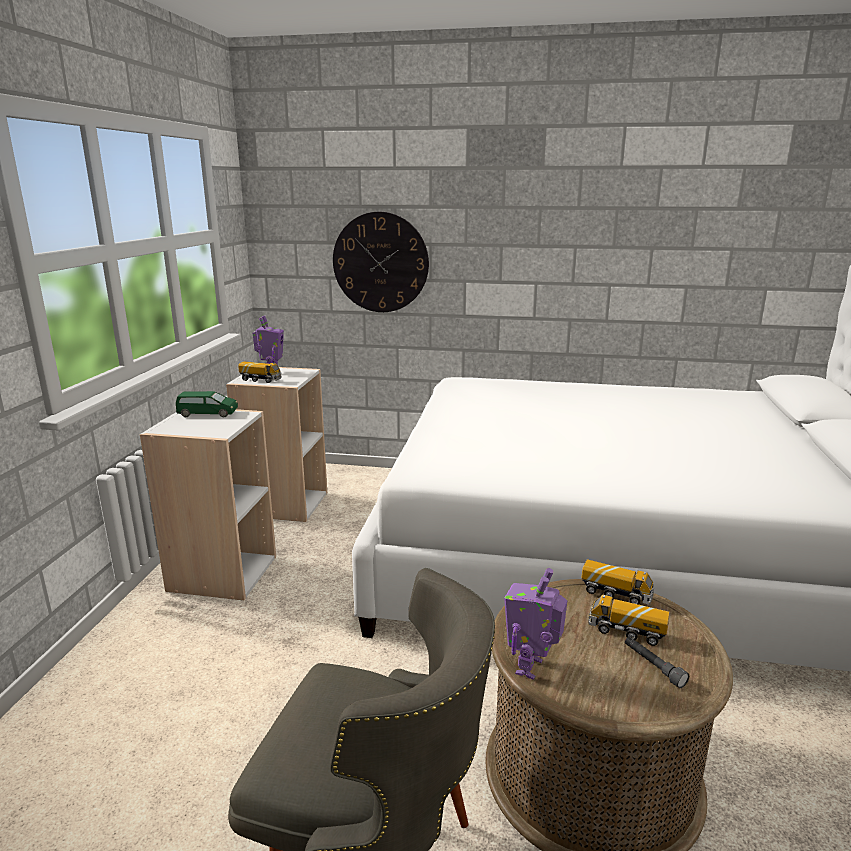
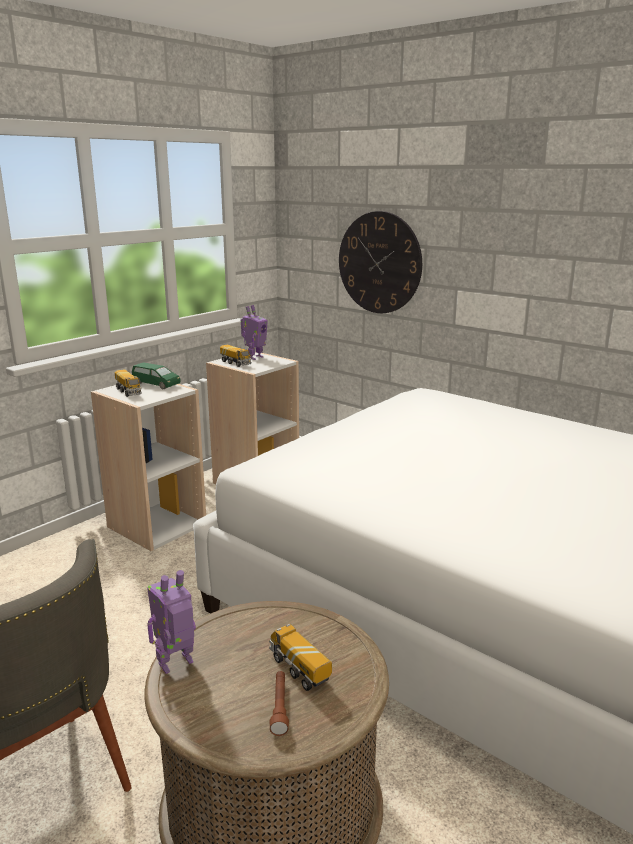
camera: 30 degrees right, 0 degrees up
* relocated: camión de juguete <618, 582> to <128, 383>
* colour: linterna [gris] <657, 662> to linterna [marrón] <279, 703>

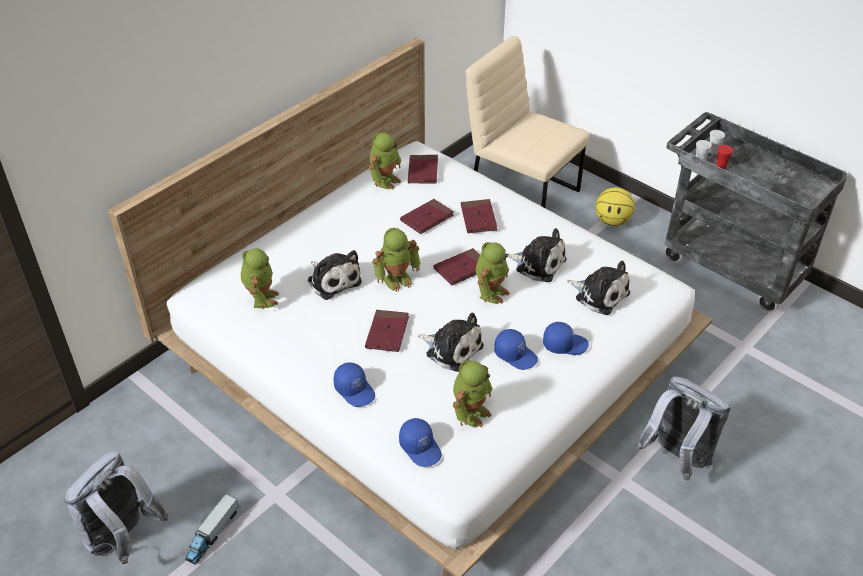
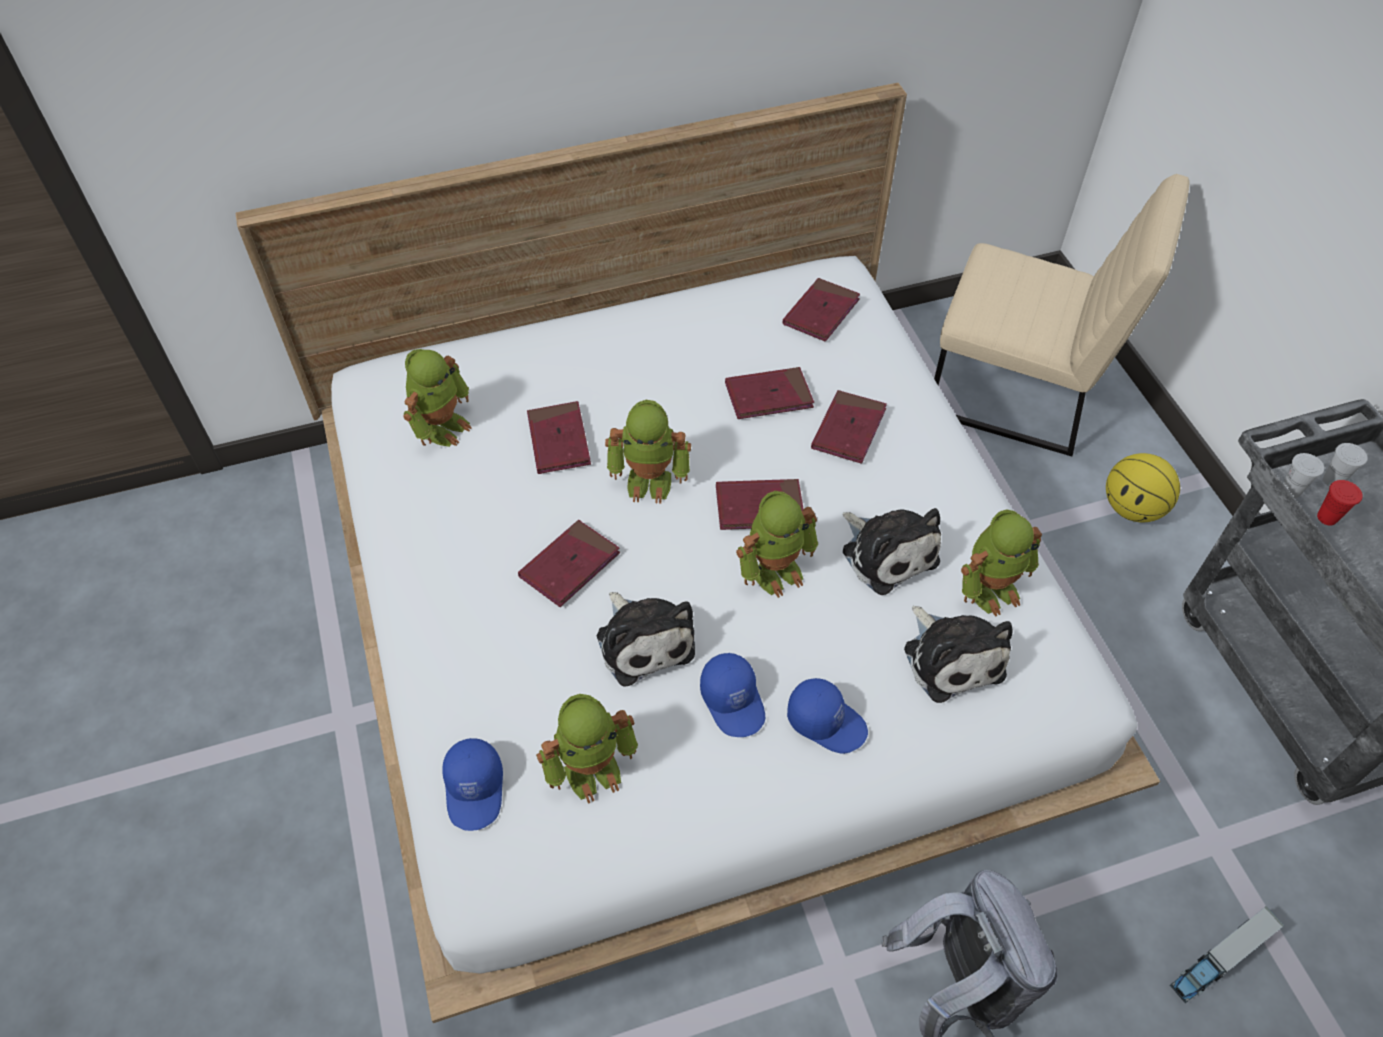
camera: 30 degrees right, 10 degrees up
* missing: mochila [gris] <116, 507>
* relocated: camión de juguete <212, 528> to <1227, 954>
* exchanged: peluche <335, 275> to libro [rojo] <559, 437>
* missing: gorra [azul] <354, 384>
* relocated: robot de juguete <385, 161> to <1001, 563>
* spun: silla [beis] <528, 122> = <1062, 315> 135 degrees clockwise

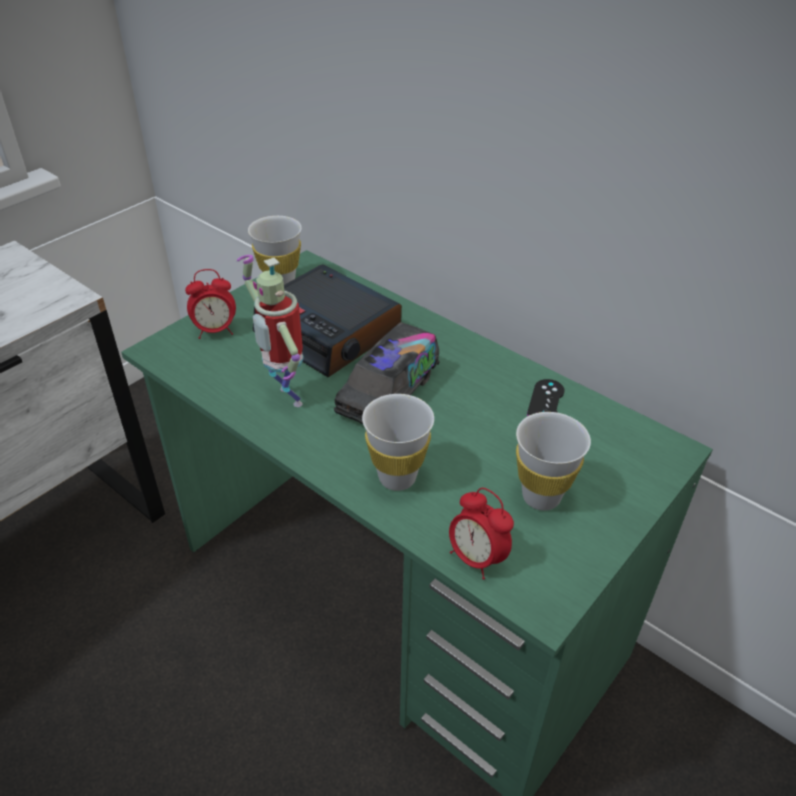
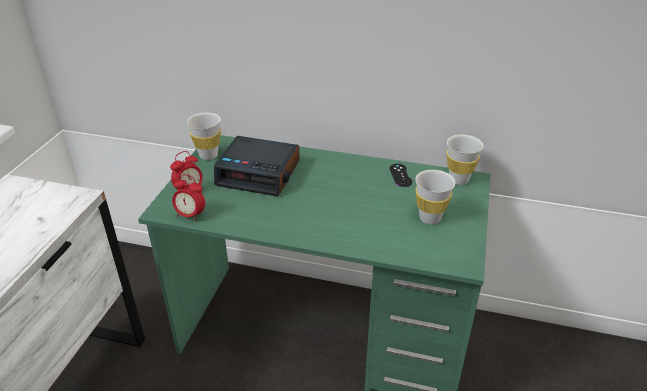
camera: 25 degrees left, 5 degrees down
* missing: robot de juguete <270, 331>
* missing: camión de juguete <386, 373>
* relocated: taza [blanco] <398, 442> to <465, 160>
* relocated: despertador <481, 534> to <188, 198>

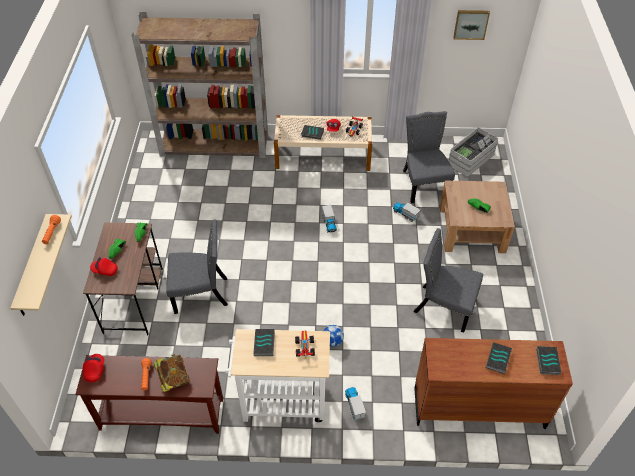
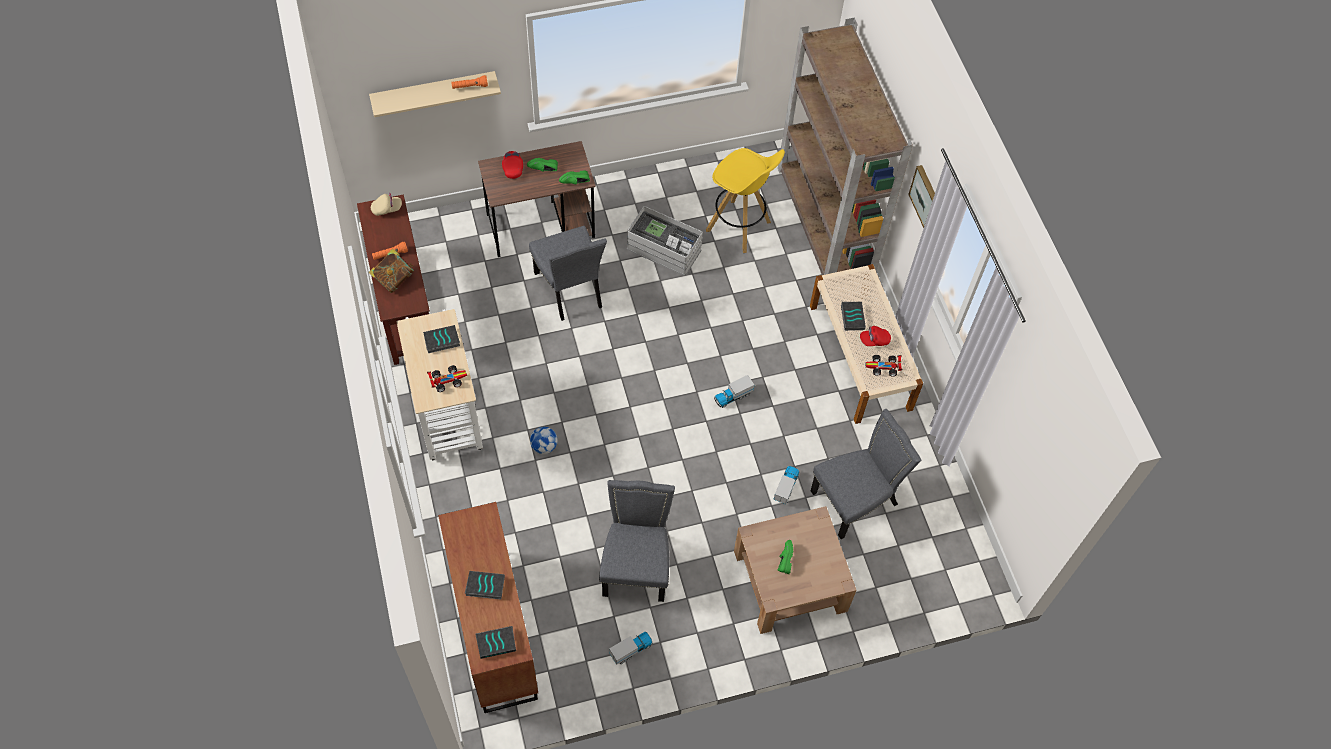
camera: 70 degrees right, 10 degrees up
* colour: gorra [rojo] <93, 368> to gorra [beis] <386, 204>
* relocated: camión de juguete <355, 403> to <630, 648>
* relocated: caja de almacenaje [gris] <473, 152> to <665, 241>
* relocated: cuadro <471, 25> to <921, 196>
* appeared: taburete [amarillo] <745, 200>

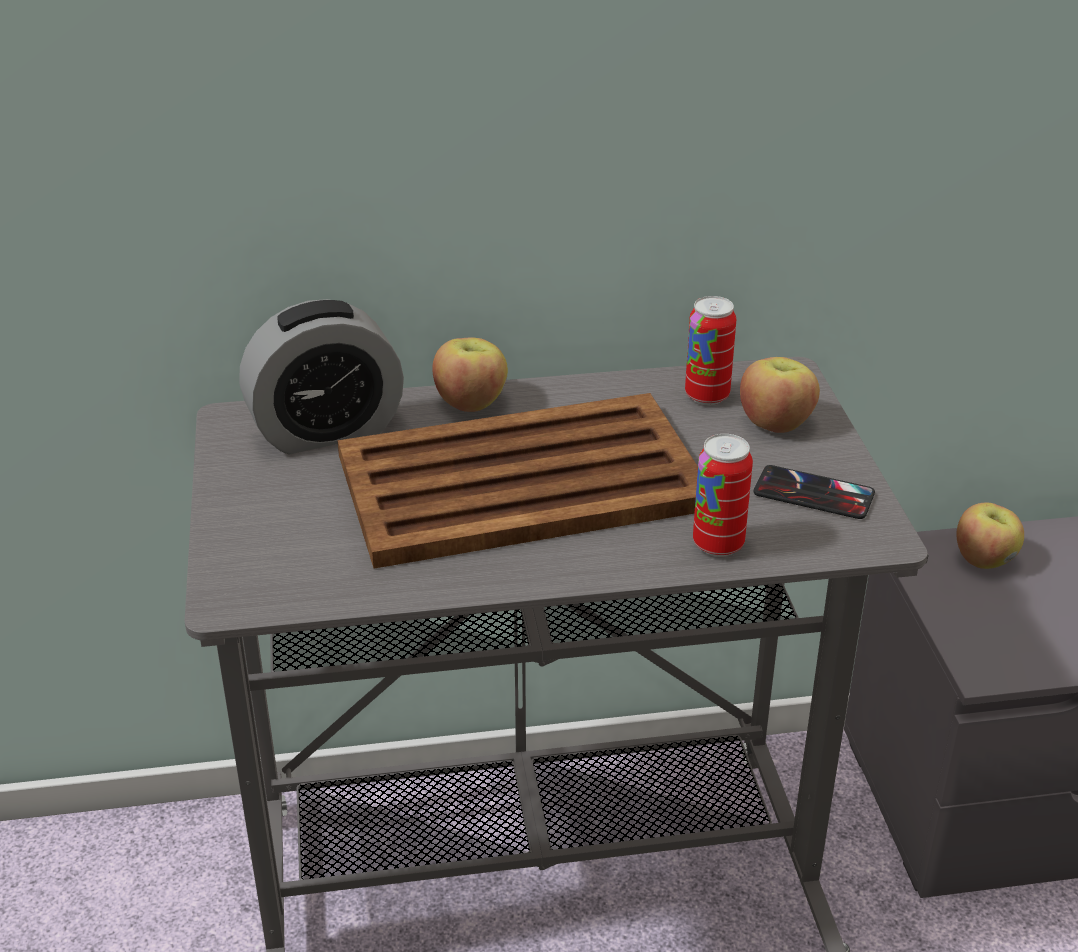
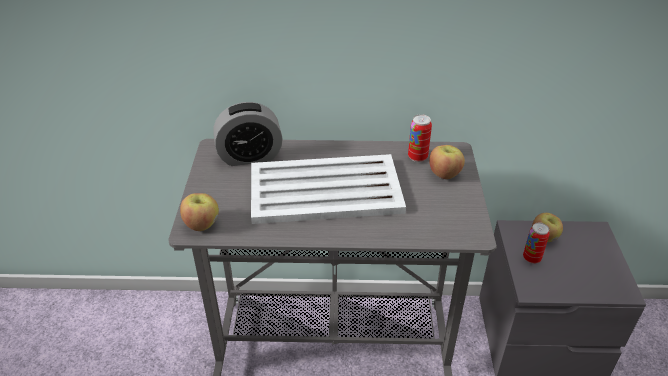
camera: 10 degrees right, 5 degrees up
* colour: bandeja [marrón] <517, 481> to bandeja [blanco] <328, 189>
* relocated: manzana <470, 374> to <199, 212>
* relocated: lata <723, 495> to <536, 243>
* missing: móvil <814, 492>

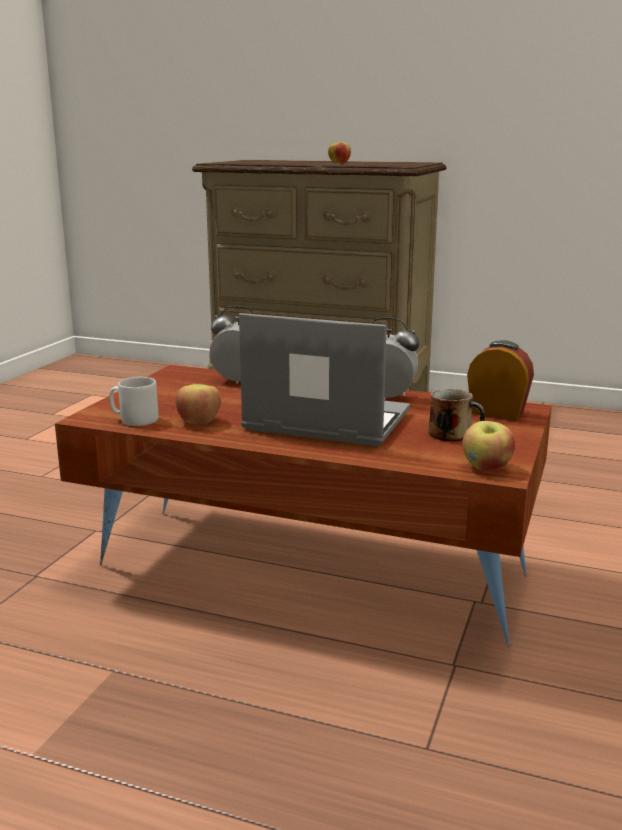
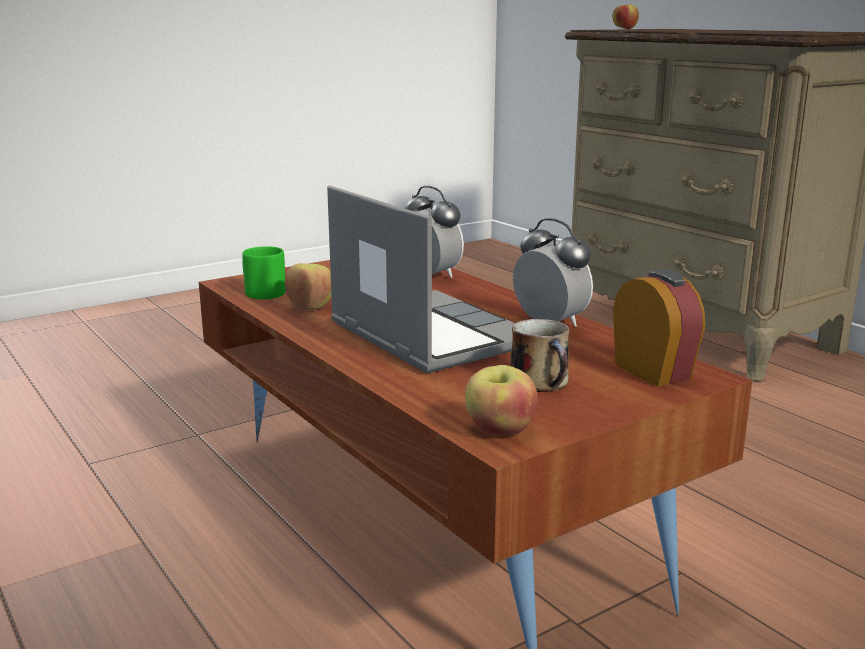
camera: 35 degrees right, 0 degrees up
* colour: taza grande [gris] <133, 401> to taza grande [verde] <264, 272>
* relocated: manzana <339, 152> to <625, 16>

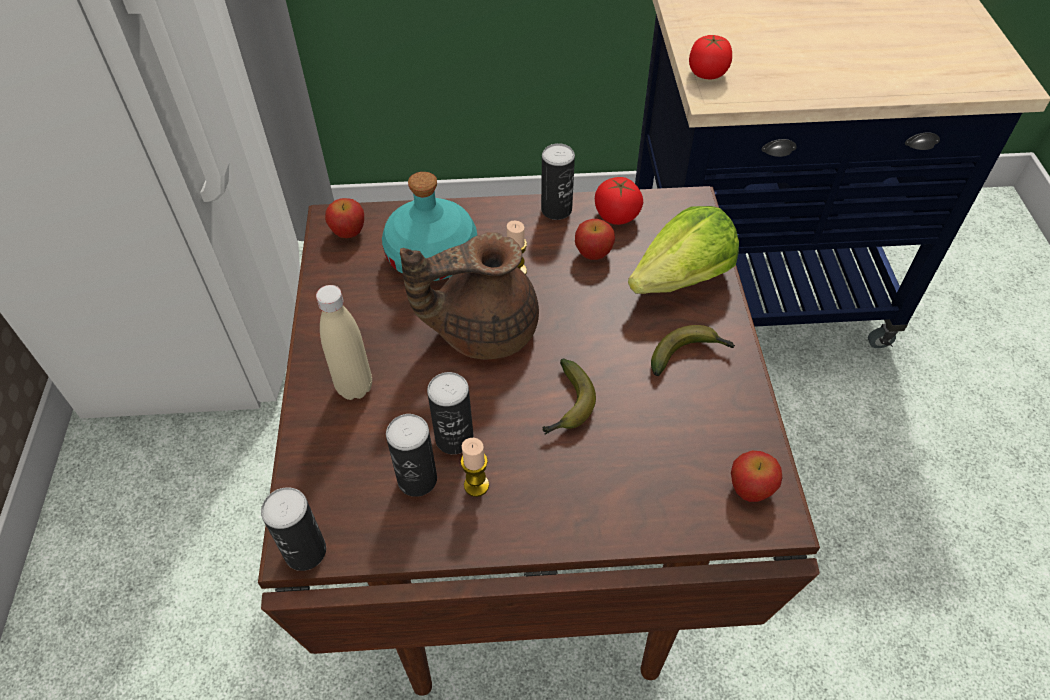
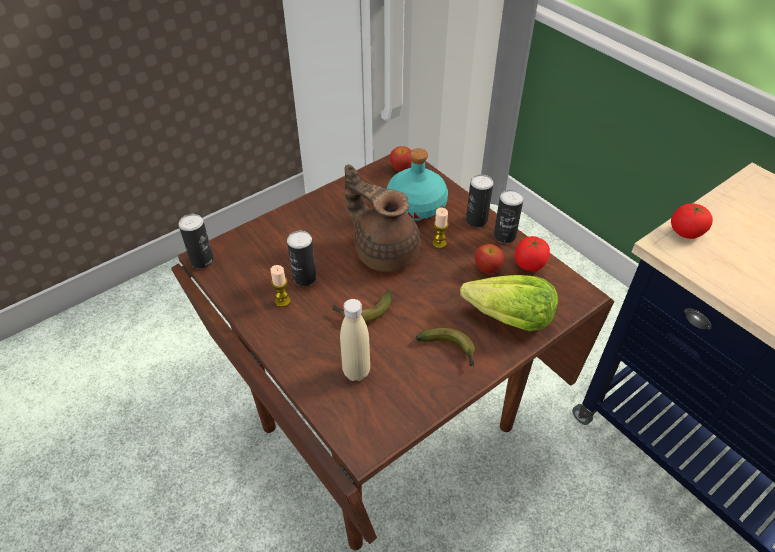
camera: 55 degrees right, 5 degrees down
* relocated: botella [beis] <344, 342> to <355, 340>
* relocated: lata <411, 455> to <479, 200>
* missing: manzana <756, 476>

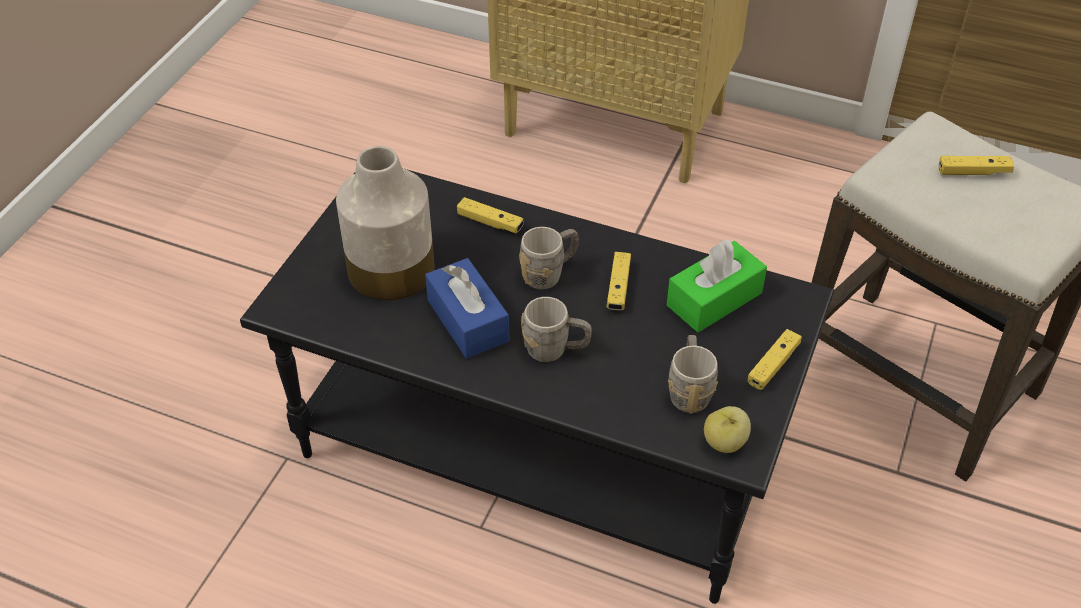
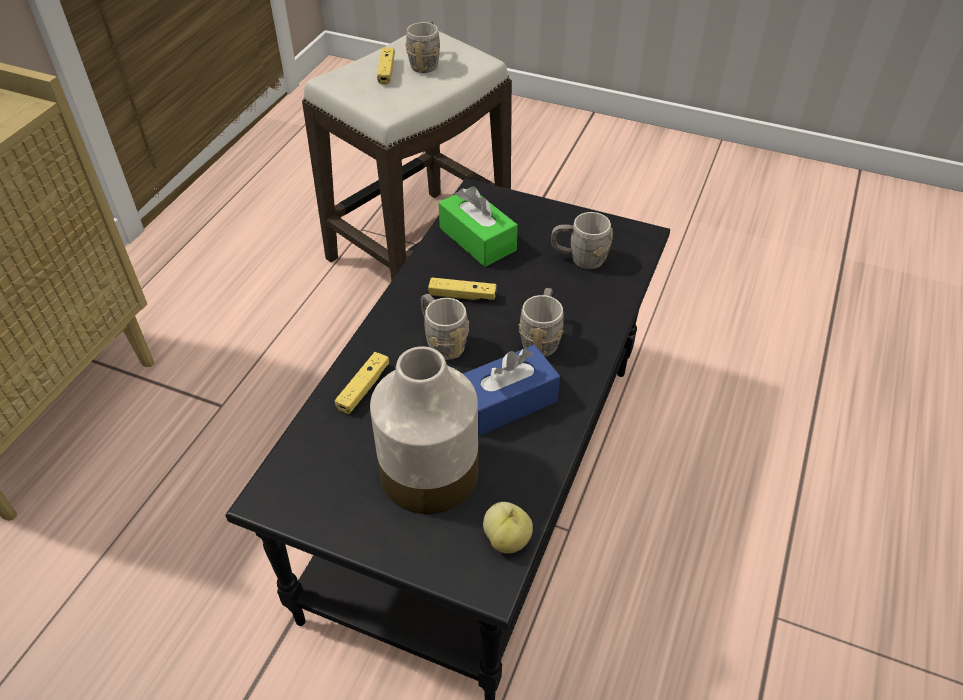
camera: 90 degrees left, 0 degrees up
* relocated: manzana <727, 429> to <508, 528>
* missing: mando de consola [amarillo] <775, 359>
* appeared: taza grande [gris] <422, 47>

